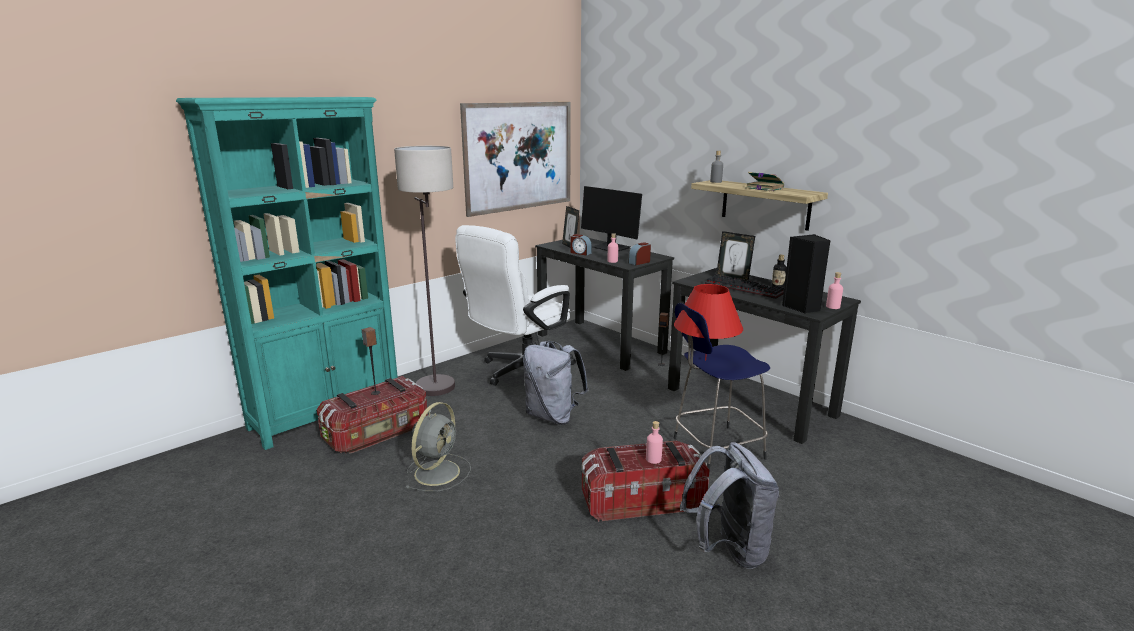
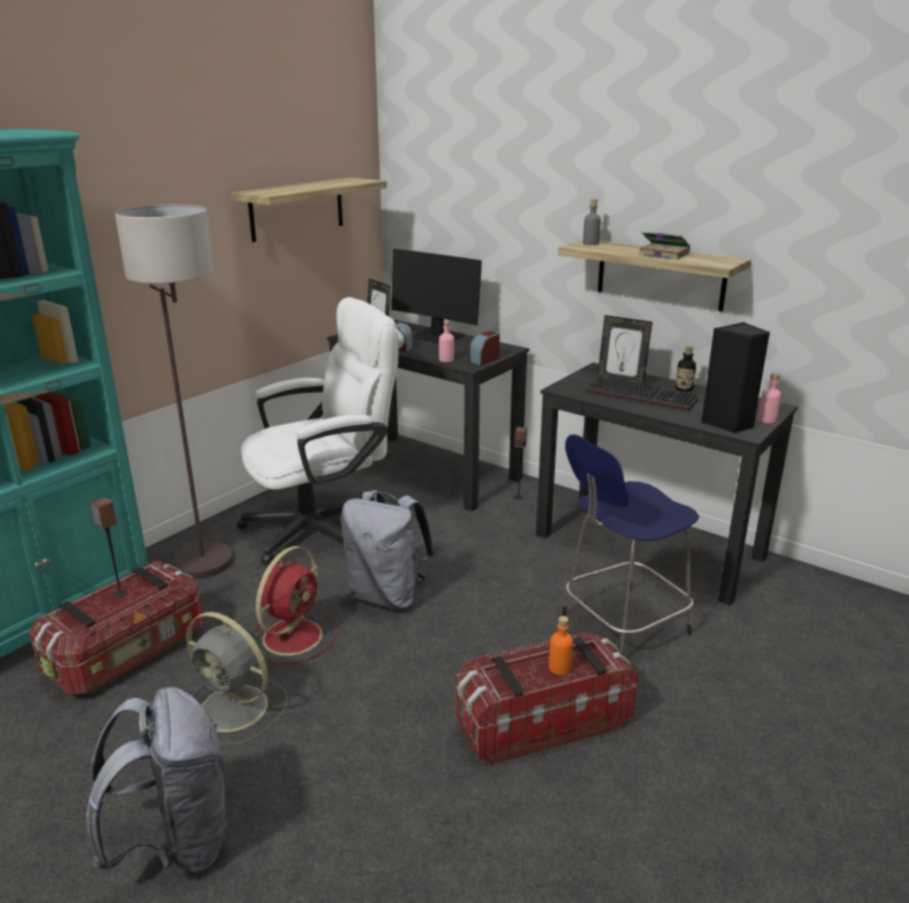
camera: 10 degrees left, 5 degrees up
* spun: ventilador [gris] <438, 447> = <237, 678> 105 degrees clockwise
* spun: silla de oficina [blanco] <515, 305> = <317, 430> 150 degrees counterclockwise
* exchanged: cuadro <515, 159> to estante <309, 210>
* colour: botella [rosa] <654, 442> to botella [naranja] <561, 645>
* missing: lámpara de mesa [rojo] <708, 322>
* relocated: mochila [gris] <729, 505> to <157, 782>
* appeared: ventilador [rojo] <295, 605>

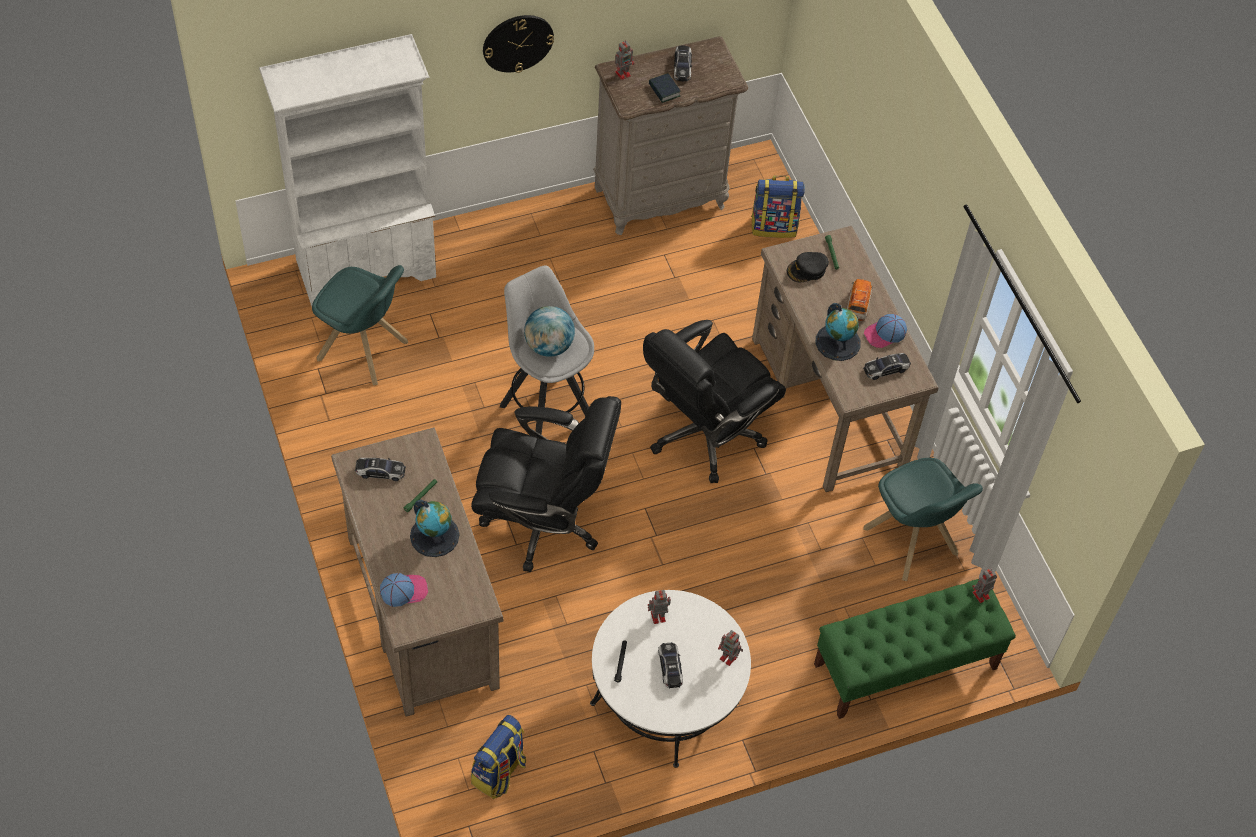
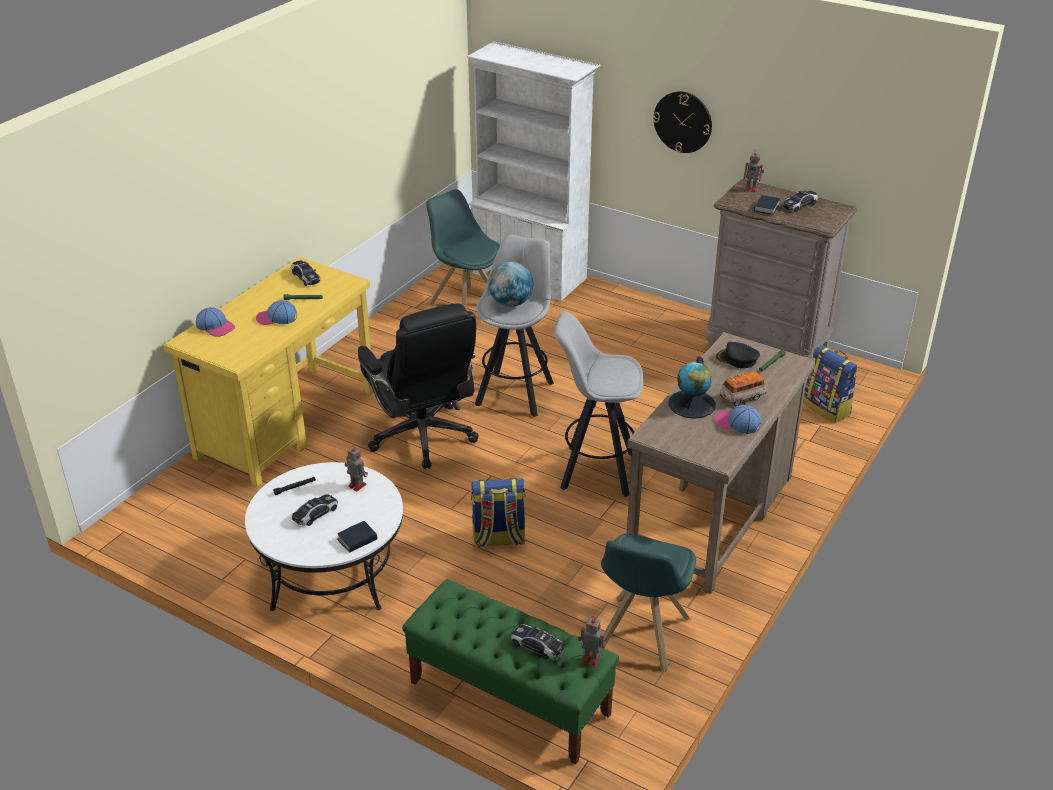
camera: 55 degrees right, 20 degrees down
* spun: silla [turquesa] <360, 325> = <463, 249> 150 degrees clockwise
* colour: escritorio [marrón] <417, 572> to escritorio [amarillo] <268, 372>
* exchanged: globo terráqueo <434, 528> to gorra <276, 312>
* relocated: mochila <498, 757> to <498, 513>
* exchanged: silla de oficina [negro] <714, 401> to taburete [gris] <598, 404>
* exchanged: robot de juguete <730, 648> to libro <357, 537>
* relocated: coche de juguete <887, 366> to <537, 641>

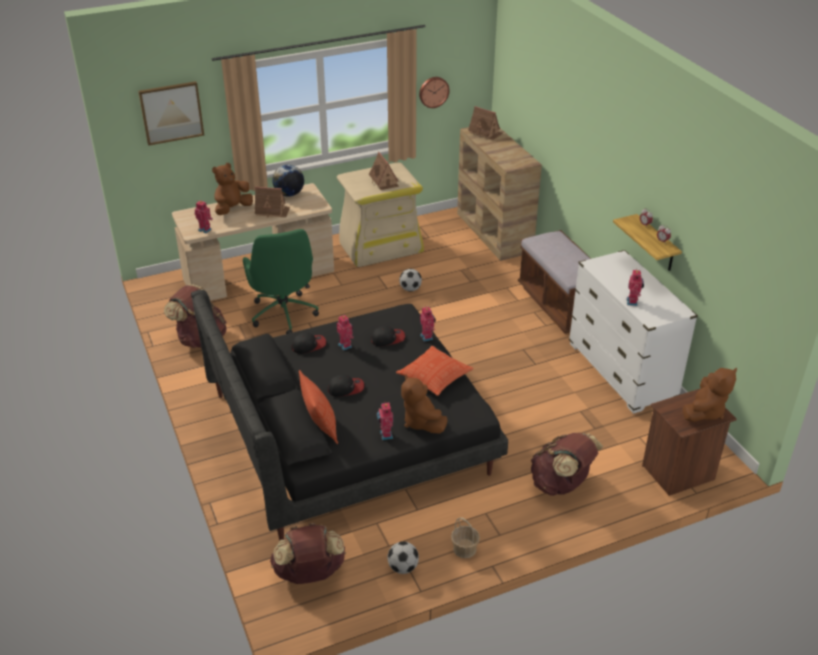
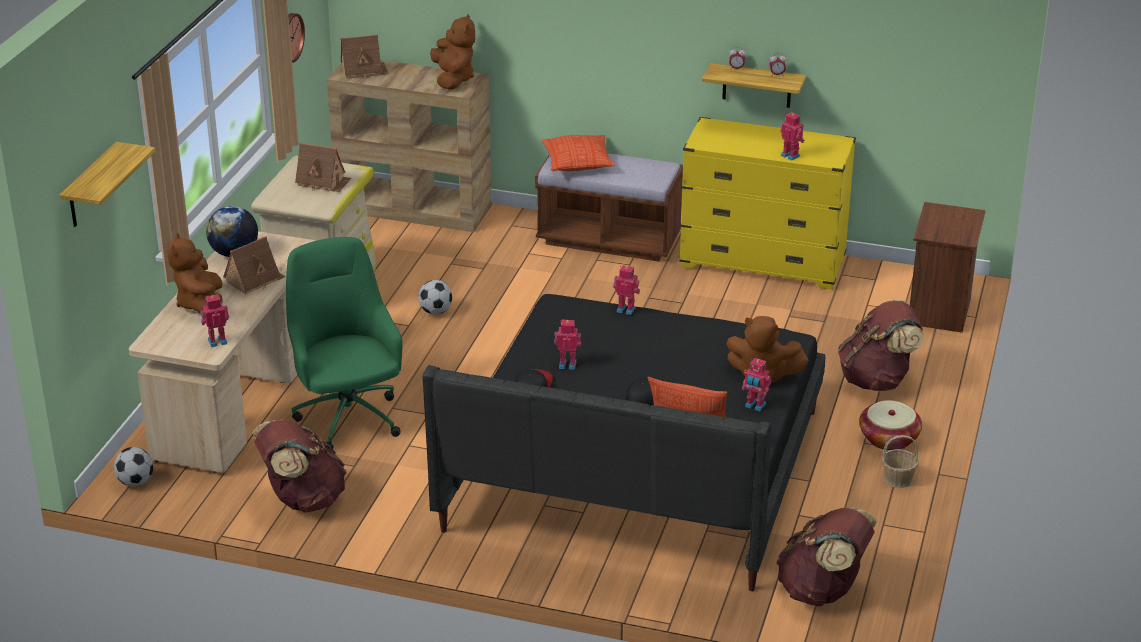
camera: 50 degrees left, 5 degrees down
* exchanged: cuadro <171, 113> to estante <107, 184>
* spun: silla de oficina [verde] <281, 281> = <344, 343> 135 degrees counterclockwise
* missing: gorra <388, 336>
* relocated: balón de fútbol <403, 558> to <133, 467>
* relocated: cojín [naranja] <435, 371> to <578, 153>
* colour: cómoda [blanco] <633, 332> to cómoda [amarillo] <767, 203>
* relocated: peluche [marrón] <710, 395> to <452, 51>
* appeared: cesta <890, 425>

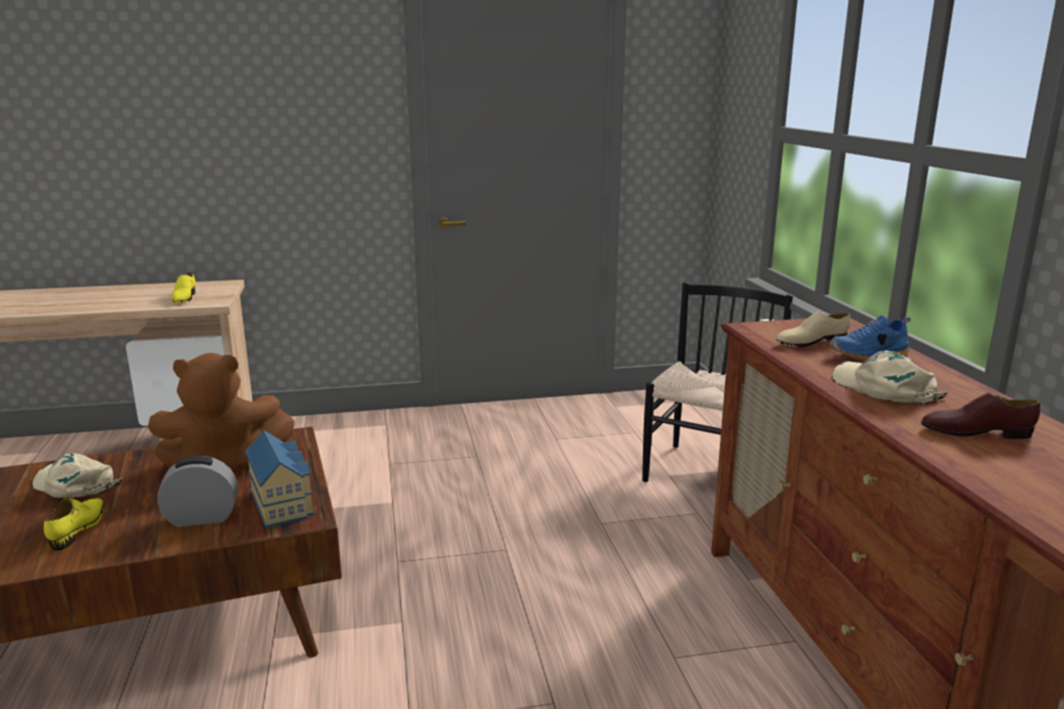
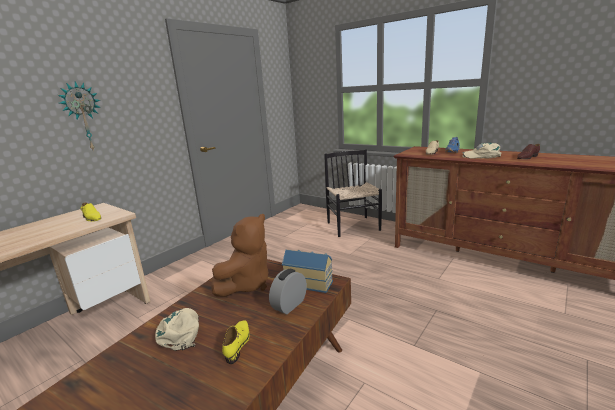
camera: 40 degrees left, 0 degrees up
* spun: gorra [beis] <77, 475> = <177, 329> 90 degrees clockwise
* spun: zapato [amarillo] <74, 524> = <235, 342> 45 degrees clockwise
* appeared: reloj de pared <79, 117>

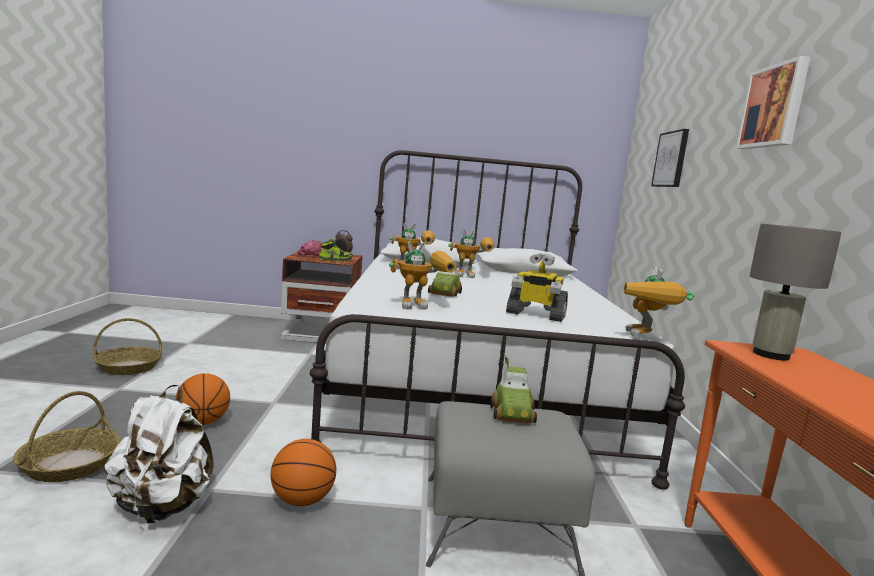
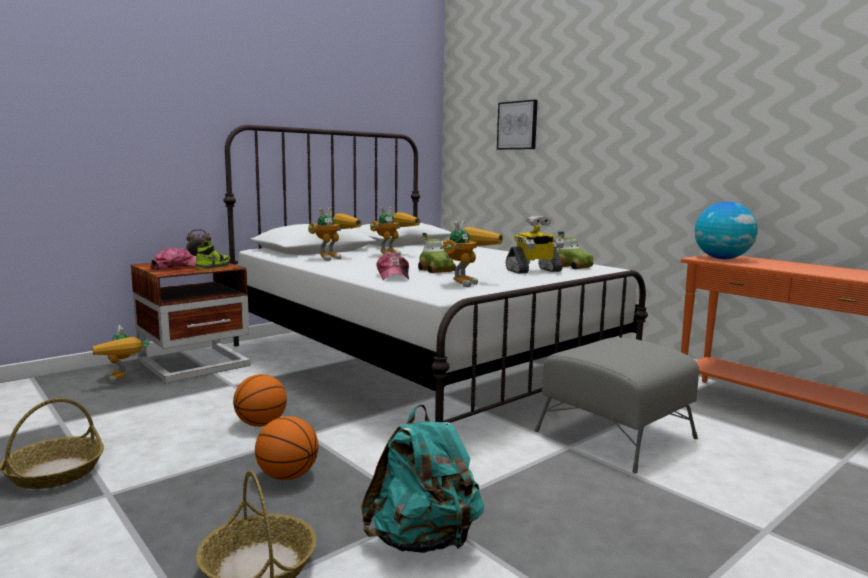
camera: 40 degrees left, 0 degrees up
* colour: mochila [blanco] <159, 453> to mochila [turquesa] <422, 478>
* relocated: balón de baloncesto <303, 472> to <260, 400>
* relocated: coche de juguete <513, 389> to <575, 250>
* relocated: robot de juguete <659, 301> to <120, 354>
* missing: cuadro <773, 102>
* exchanged: lámpara de mesa [gris] <795, 292> to globo terráqueo <726, 230>
* appeared: gorra <392, 266>

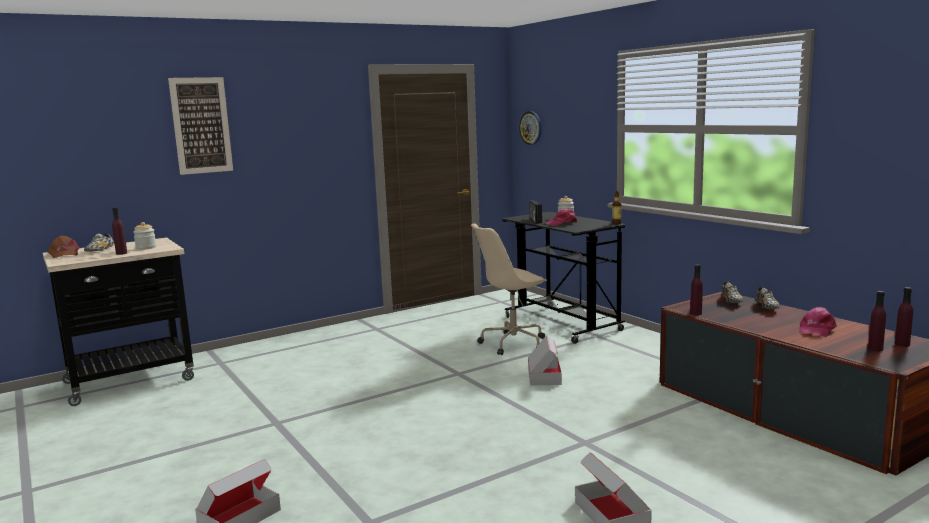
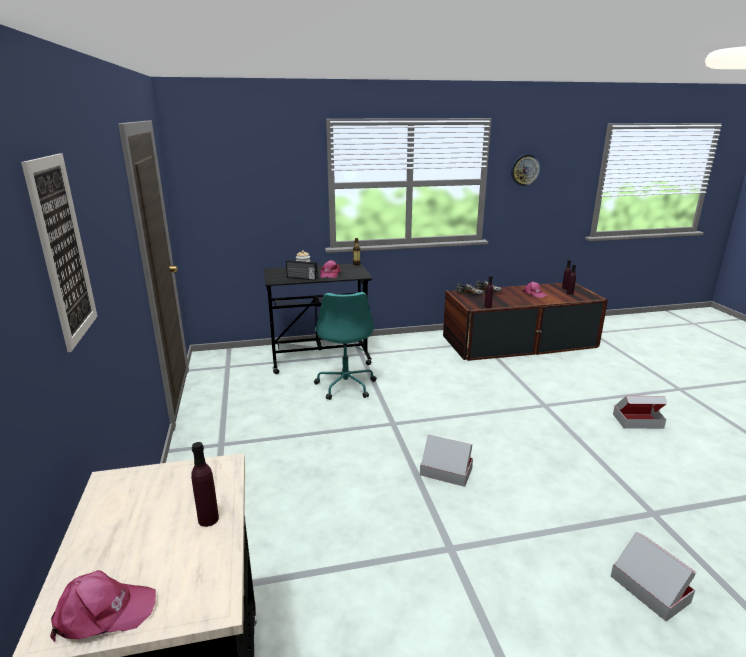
camera: 70 degrees left, 10 degrees up
* colour: gorra [marrón] <63, 246> to gorra [rosa] <103, 606>
* missing: zapato <99, 242>
* missing: tarro <144, 236>
* colour: silla de oficina [beis] <509, 289> to silla de oficina [turquesa] <345, 346>
* relocated: reloj de pared <530, 128> to <525, 170>
* relocated: caja de cartón <545, 361> to <446, 461>

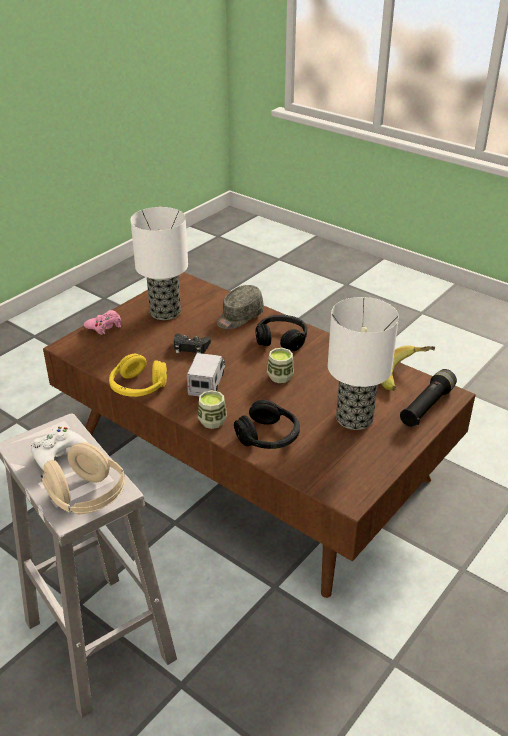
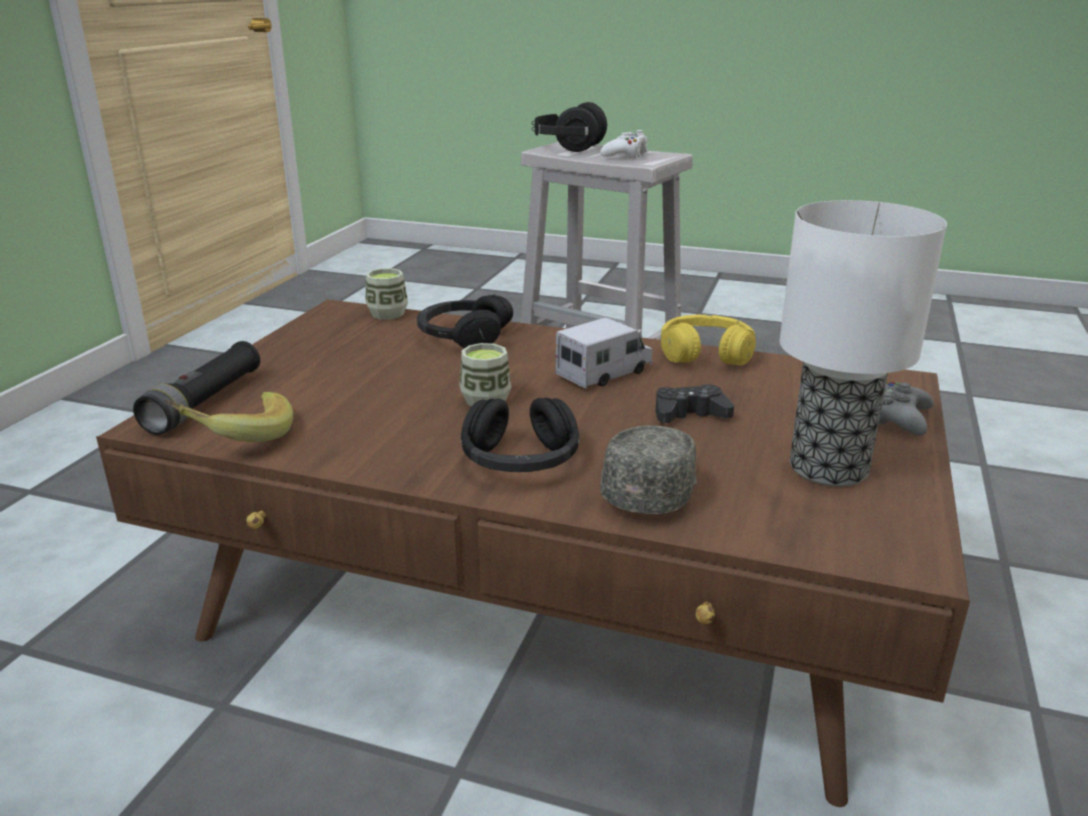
camera: 160 degrees right, 10 degrees down
* colour: auriculares [beis] <83, 478> to auriculares [negro] <569, 127>
* colour: mando de consola [rosa] <102, 322> to mando de consola [gris] <906, 408>
* spun: camión de juguete <206, 374> = <603, 353> 120 degrees counterclockwise
* relocated: taza <212, 409> to <387, 294>
* missing: lámpara de mesa <363, 363>

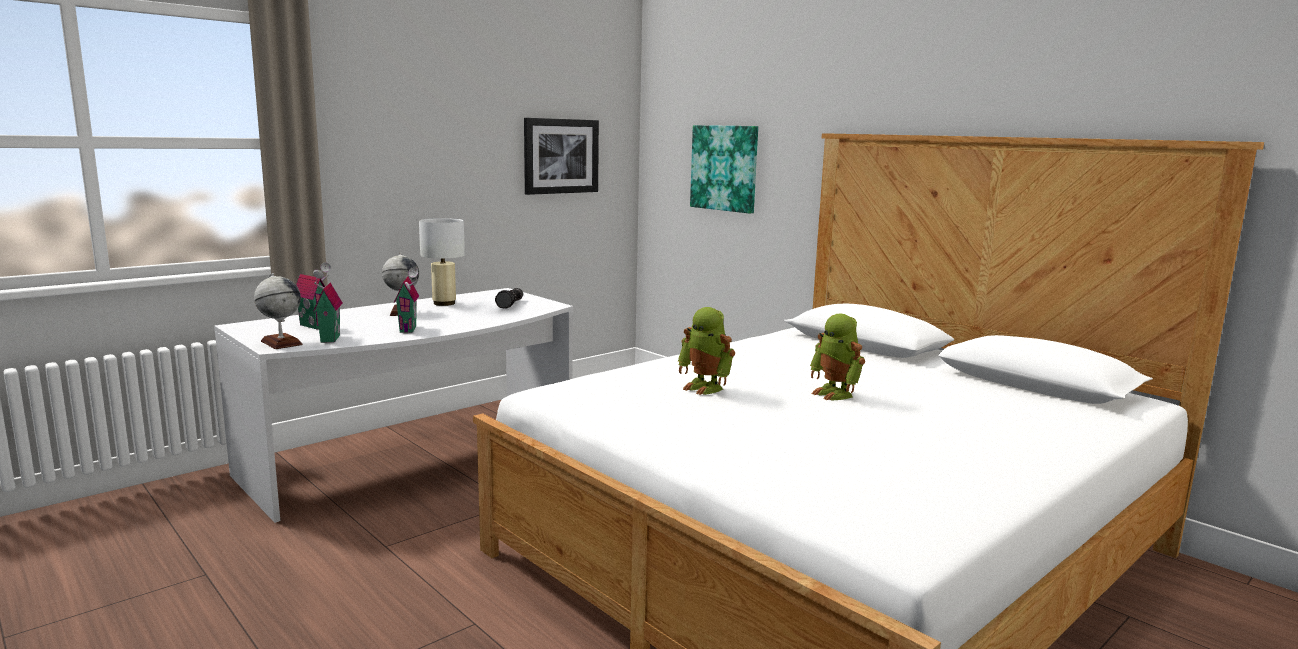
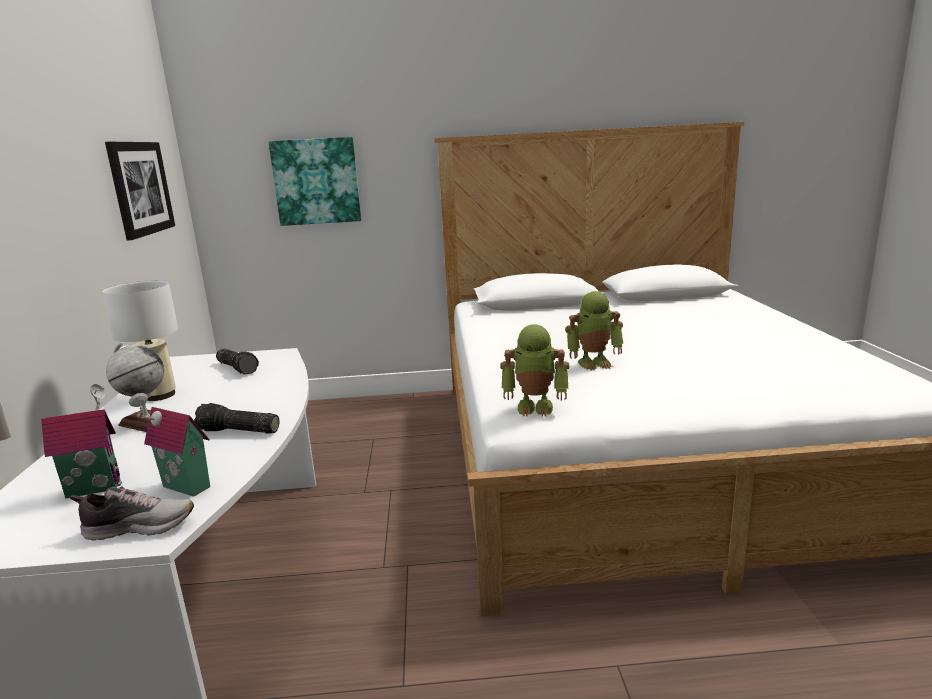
camera: 50 degrees left, 5 degrees up
* exchanged: globo terráqueo <278, 311> to zapato <132, 513>
* exchanged: casita <406, 300> to linterna <236, 418>
* relocated: robot de juguete <837, 357> to <534, 370>

